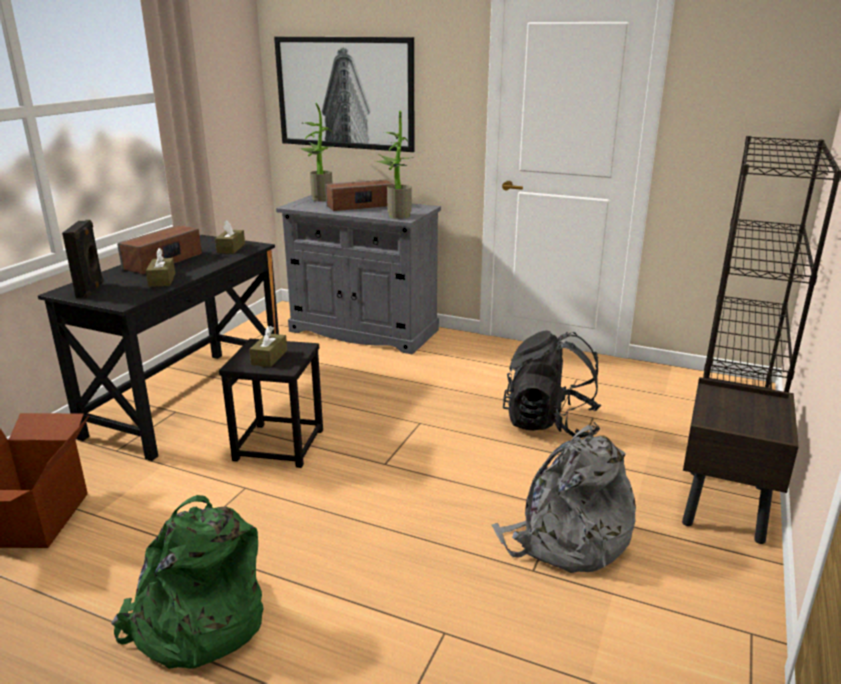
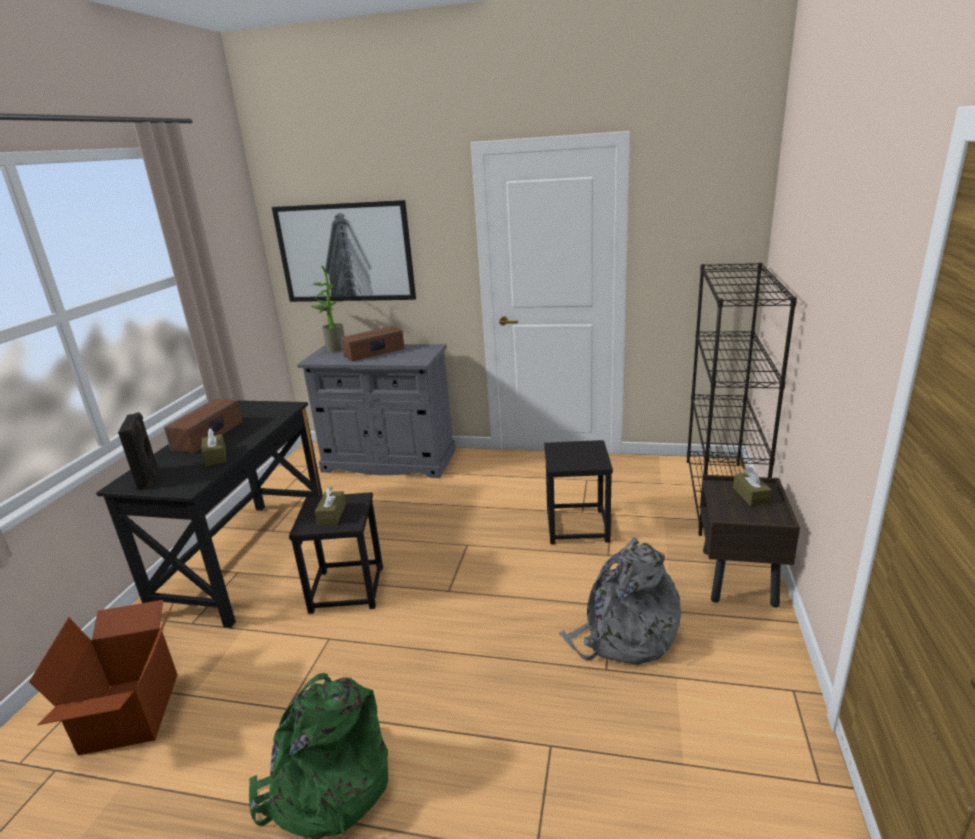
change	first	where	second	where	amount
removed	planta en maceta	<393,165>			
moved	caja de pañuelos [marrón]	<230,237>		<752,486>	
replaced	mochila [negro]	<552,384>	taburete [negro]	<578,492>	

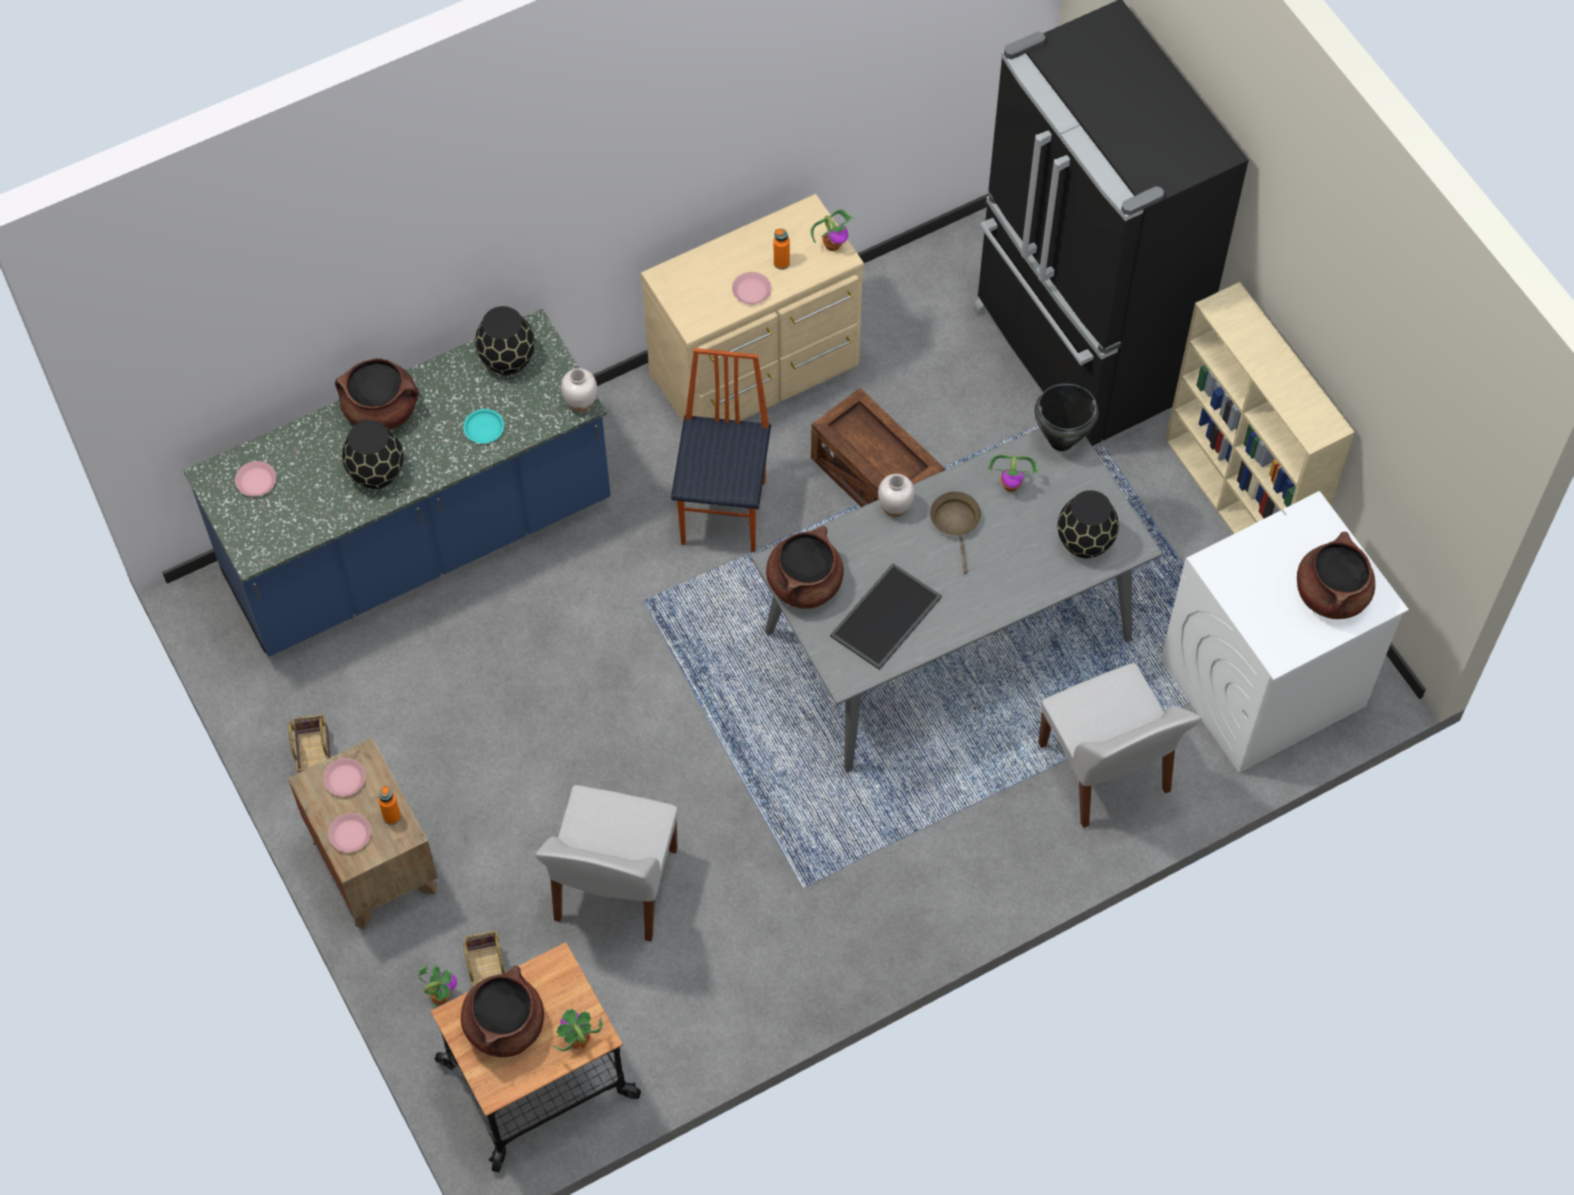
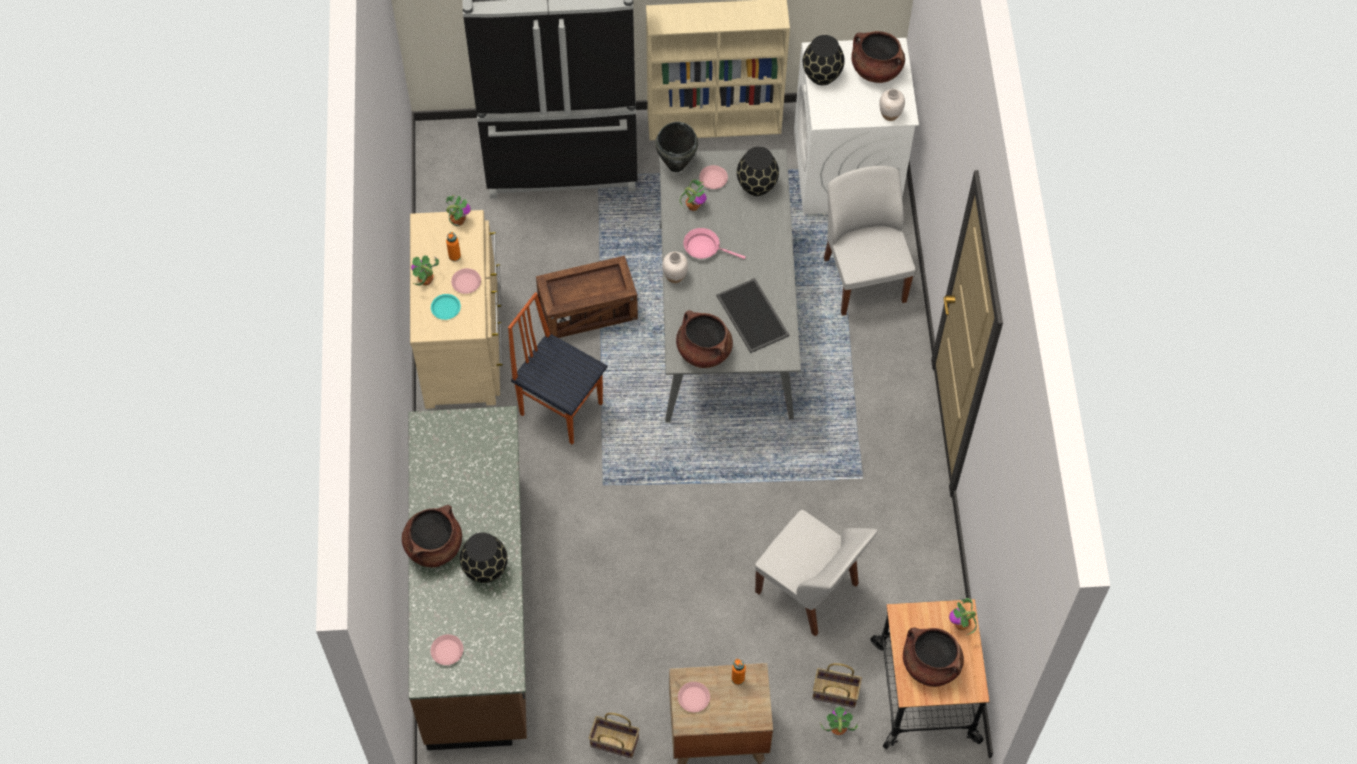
change	first	where	second	where	amount
added			planta en maceta	<425,270>	
moved	plato [rosa]	<349,833>		<713,177>	
moved	plato [turquesa]	<483,426>		<446,307>	
moved	florero [negro]	<505,340>		<824,60>	
moved	florero [blanco]	<579,390>		<892,105>	
recoloured	mueble bajo de cocina [azul]	<397,483>	mueble bajo de cocina [marrón]	<468,578>	
recoloured	sartén [marrón]	<955,532>	sartén [rosa]	<714,243>	
turned	silla [blanco]	<1119,745>		<870,241>	105 degrees counterclockwise

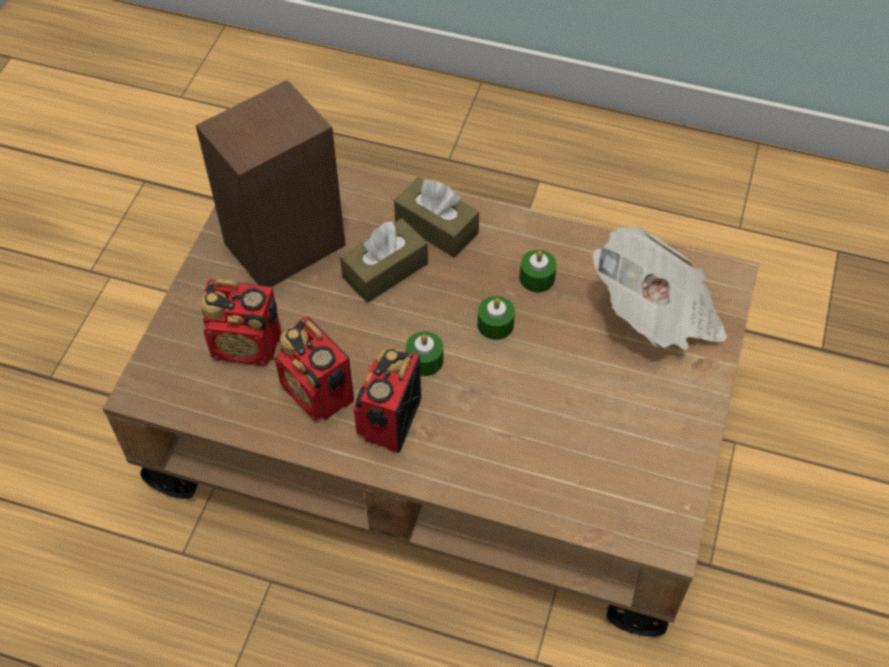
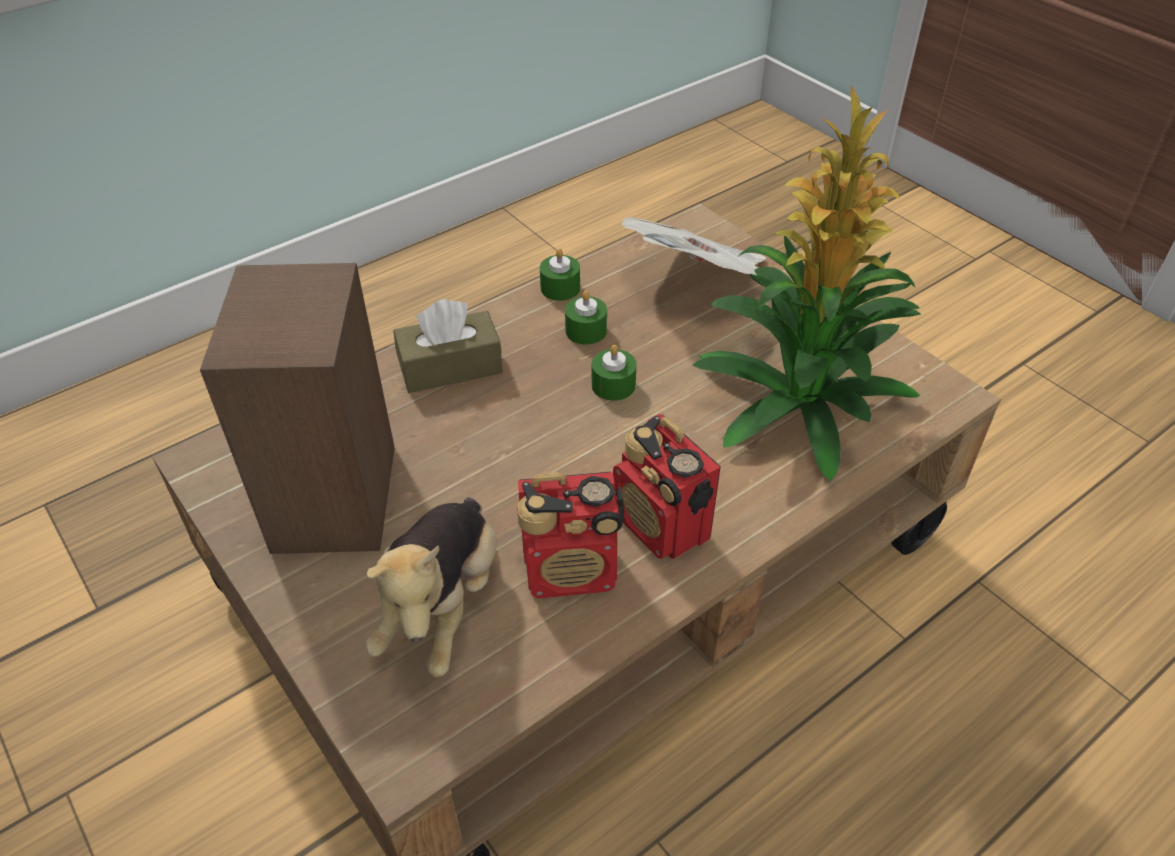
change	first	where	second	where	amount
removed	caja de pañuelos [marrón]	<384,260>			
added			planta en maceta	<807,283>	
moved	vela [verde]	<424,353>		<560,274>	
replaced	radio	<240,322>	peluche	<431,588>	

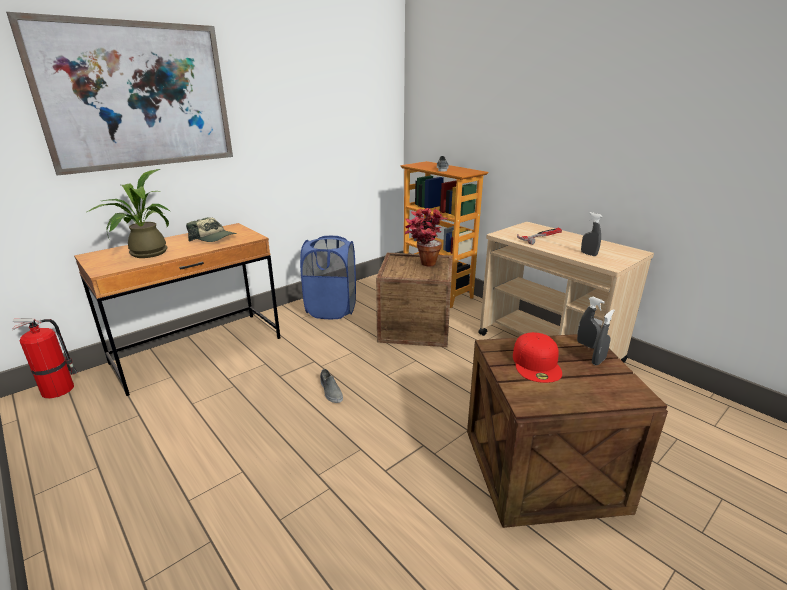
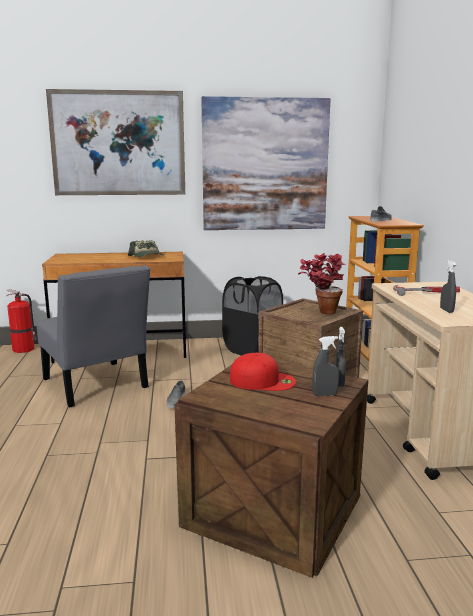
change	first	where	second	where	amount
removed	planta en maceta	<128,213>			
added			silla [gris]	<93,336>	
added			cuadro	<266,163>	
recoloured	cesto de la ropa [azul]	<328,277>	cesto de la ropa [negro]	<252,316>	
turned	gorra [rojo]	<537,357>		<263,372>	120 degrees counterclockwise

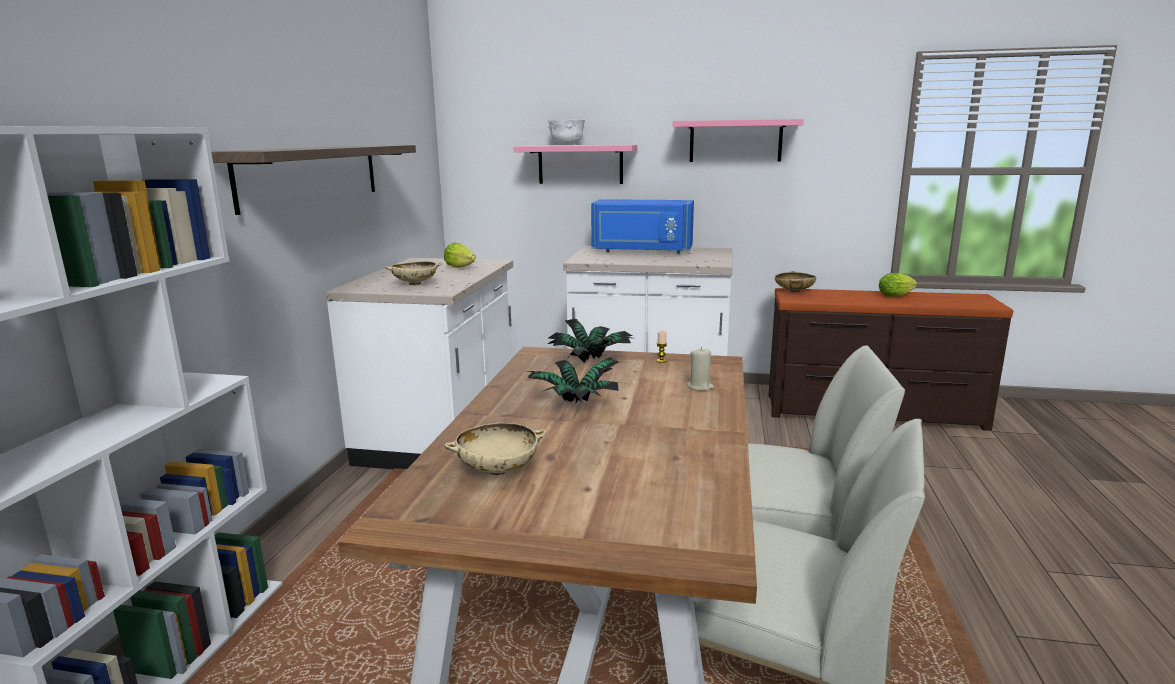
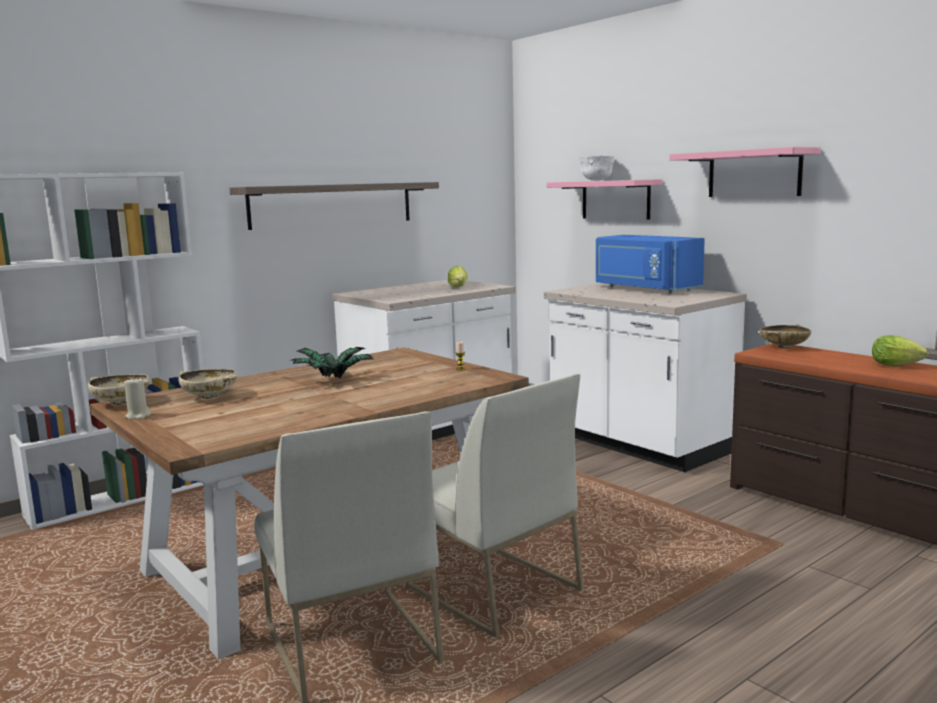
change	first	where	second	where	amount
removed	planta en maceta	<589,341>			
moved	cuenco [beis]	<413,273>		<119,389>	
moved	vela [beis]	<700,369>		<137,398>	

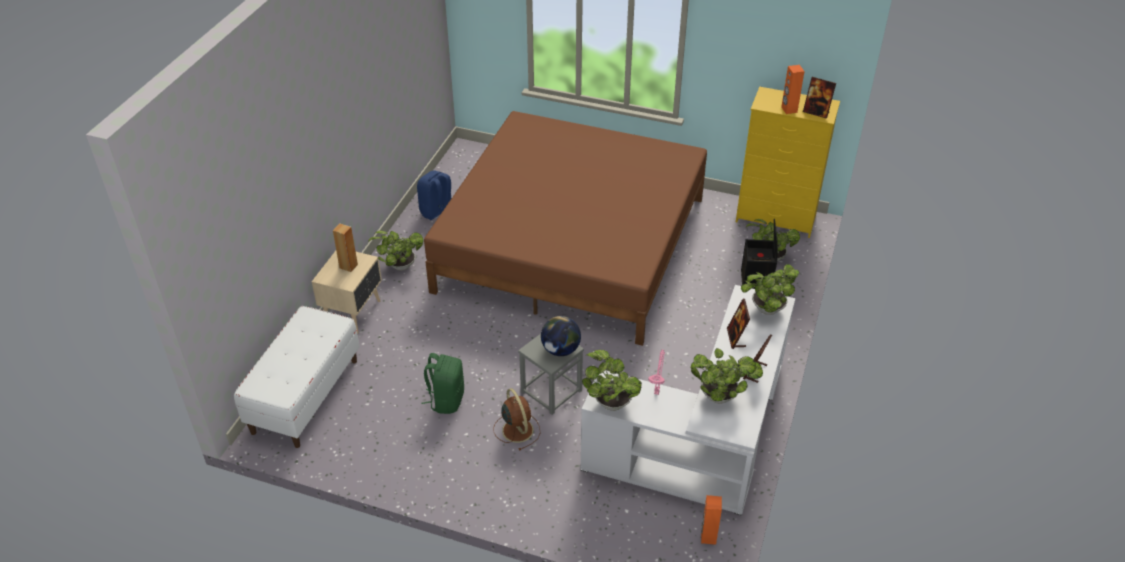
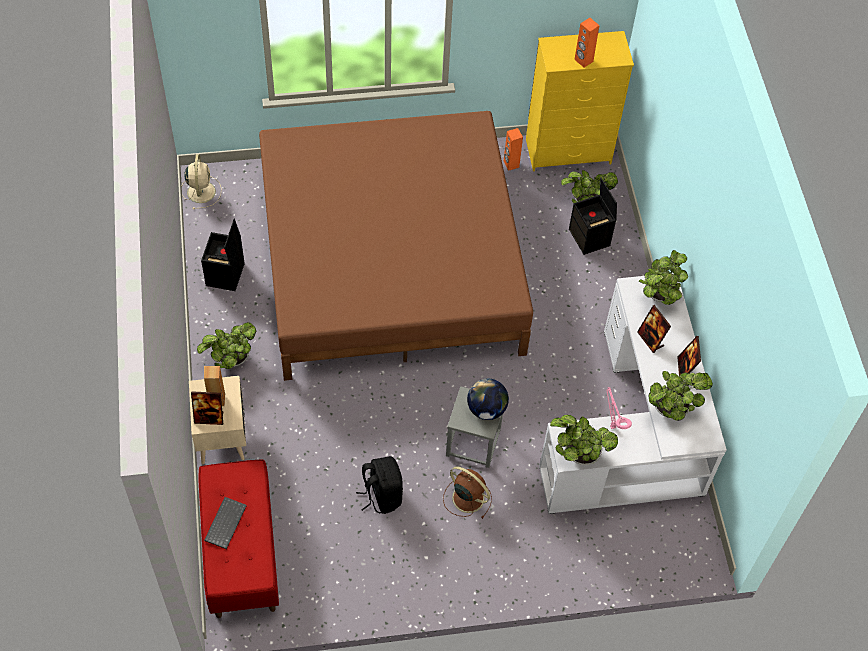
change	first	where	second	where	amount
added			ventilador [beis]	<201,181>	
added			teclado	<225,523>	
moved	altavoz [naranja]	<711,520>		<513,149>	
moved	portarretratos	<819,98>		<207,408>	
replaced	mochila [azul]	<434,195>	caja de almacenaje [negro]	<223,255>	
recoloured	banco [blanco]	<297,377>	banco [rojo]	<238,538>	
recoloured	mochila [verde]	<442,383>	mochila [negro]	<379,485>	

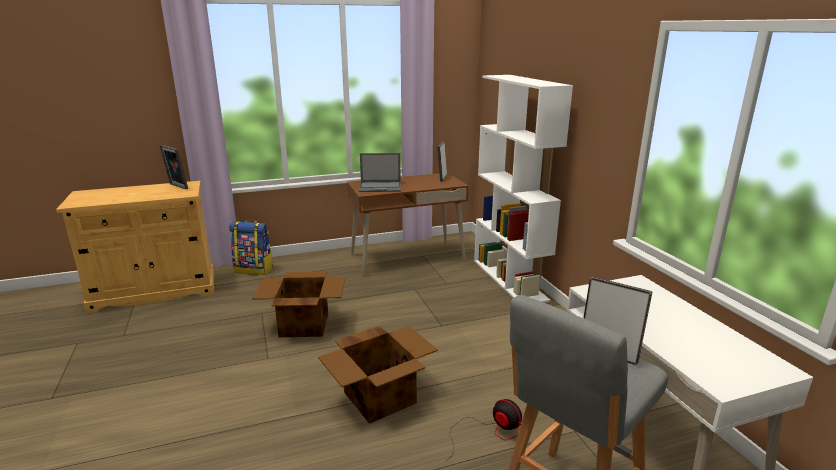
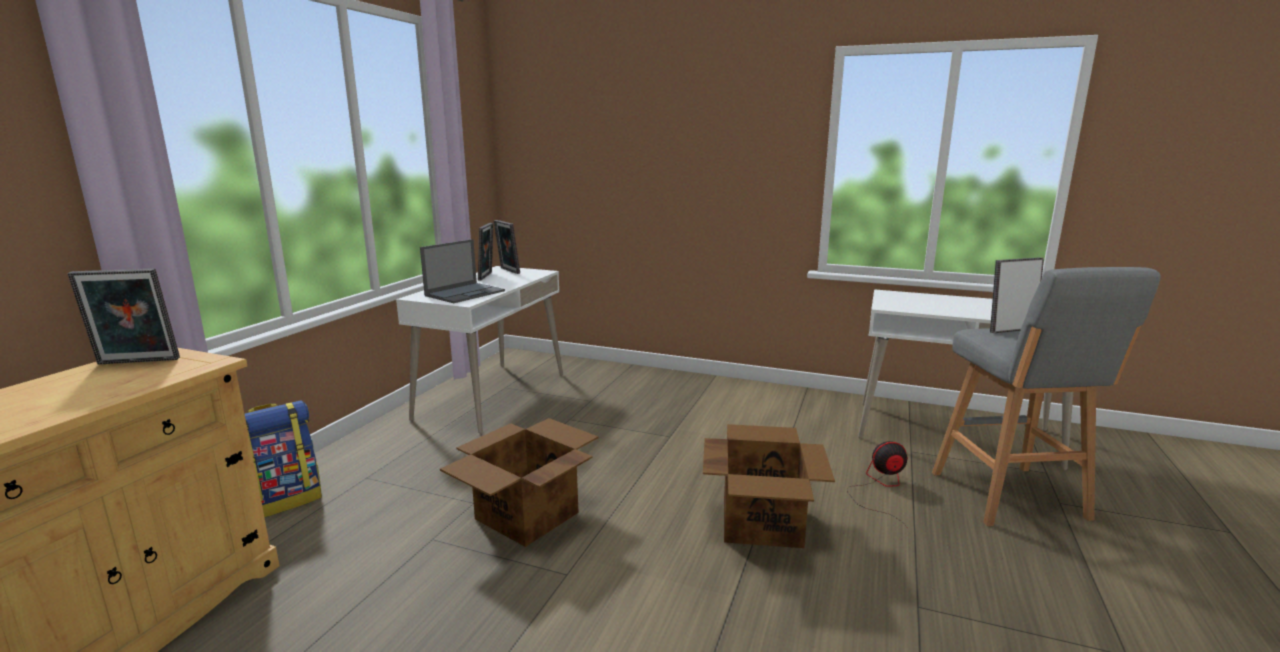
change	first	where	second	where	amount
removed	estantería [blanco]	<523,189>			
added			portarretratos	<485,252>	
recoloured	escritorio [marrón]	<407,224>	escritorio [blanco]	<479,350>	

